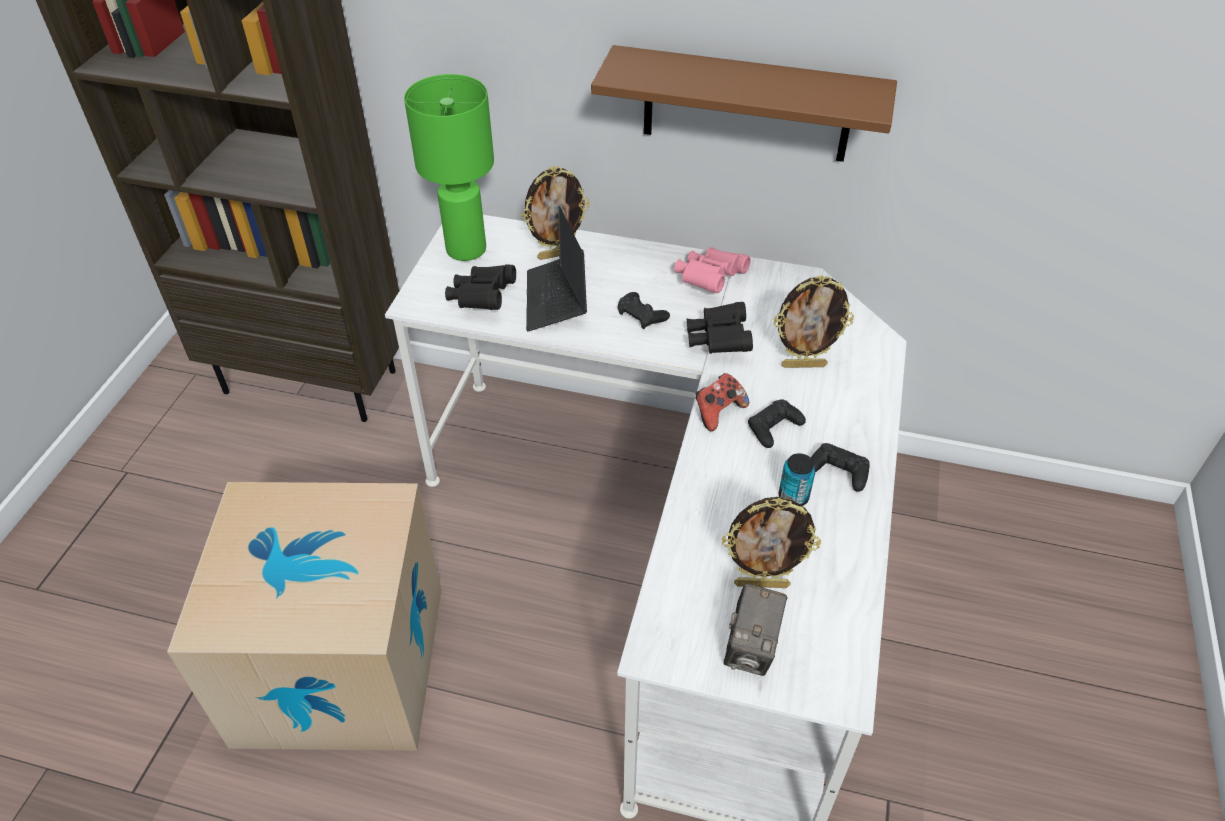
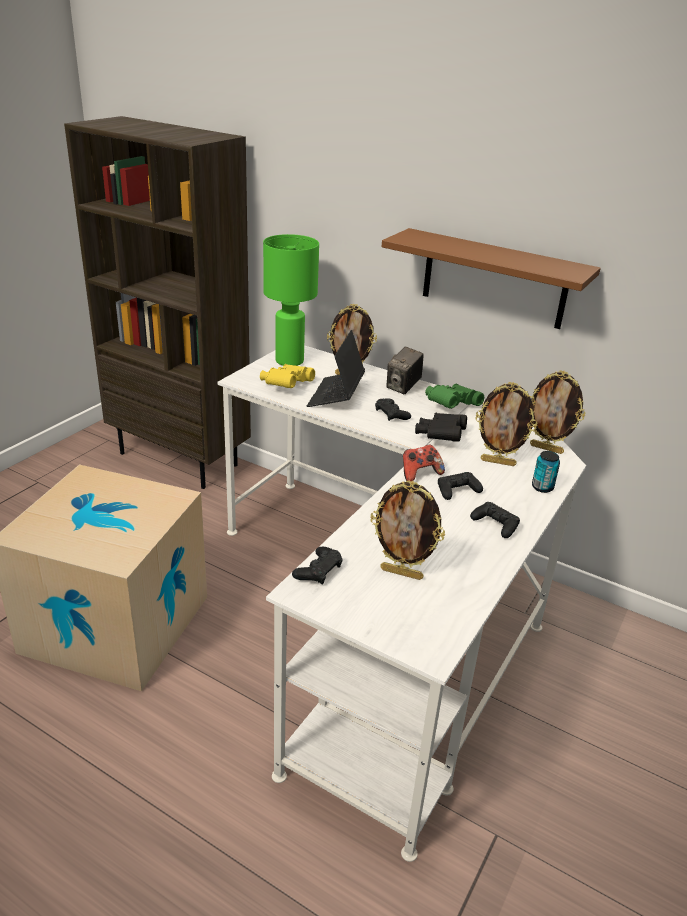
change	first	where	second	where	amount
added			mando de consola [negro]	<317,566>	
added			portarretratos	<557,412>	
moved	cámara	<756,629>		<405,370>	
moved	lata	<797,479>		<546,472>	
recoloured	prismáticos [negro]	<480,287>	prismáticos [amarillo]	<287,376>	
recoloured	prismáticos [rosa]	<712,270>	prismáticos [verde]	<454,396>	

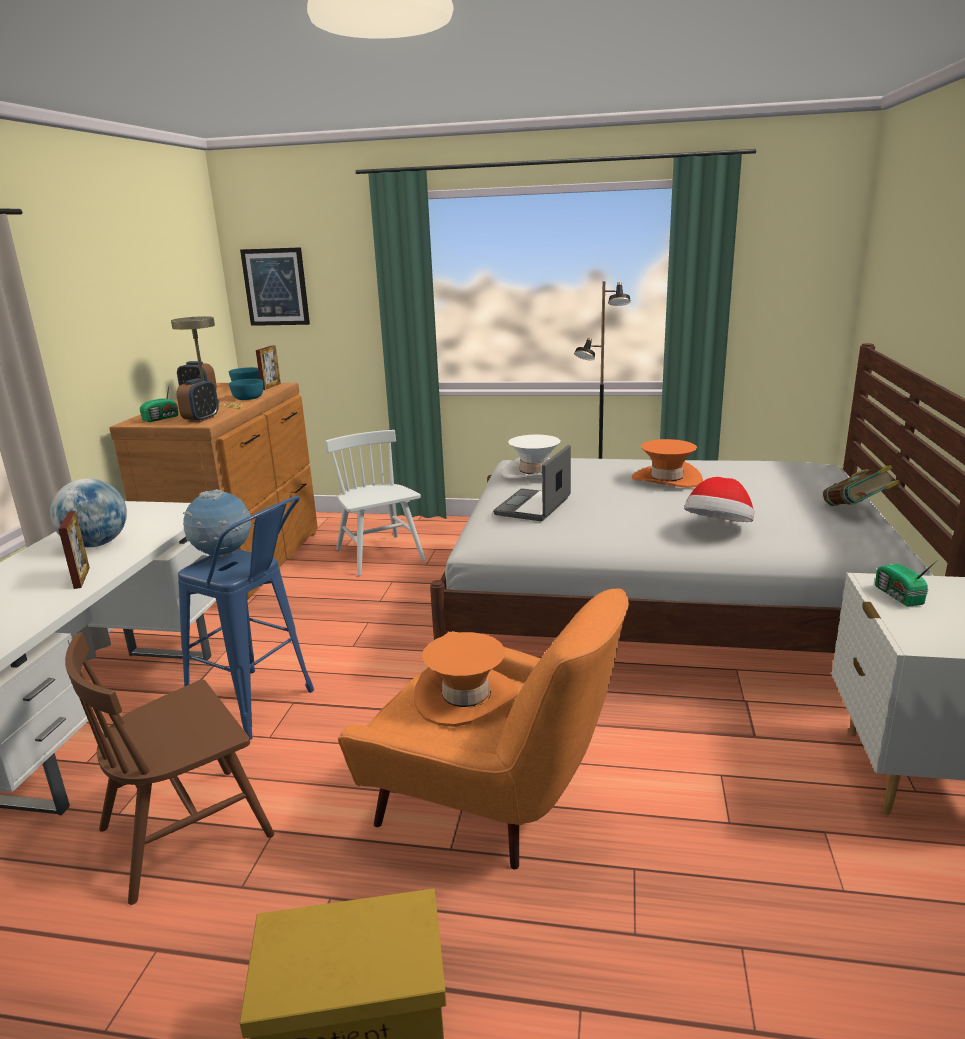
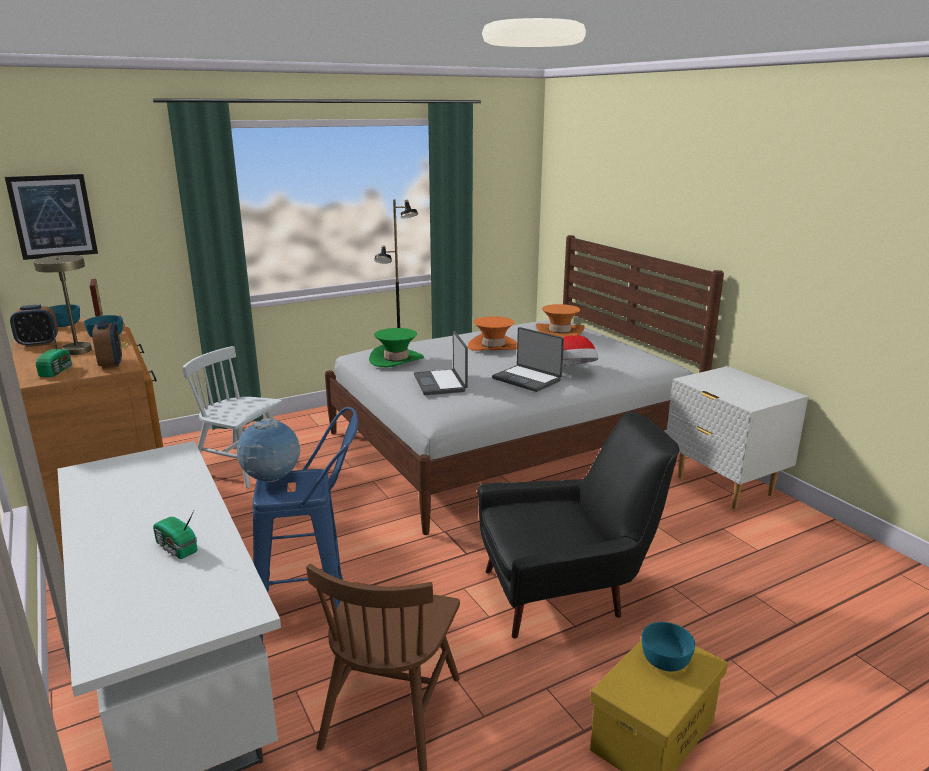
change	first	where	second	where	amount
removed	globo terráqueo	<88,513>			
removed	portarretratos	<74,550>			
removed	libro	<861,485>			
added			portátil	<528,359>	
added			cuenco [turquesa]	<668,646>	
moved	sombrero [naranja]	<465,679>		<560,321>	
moved	radio	<906,583>		<175,535>	
recoloured	sillón [naranja]	<483,728>	sillón [negro]	<578,525>	
recoloured	sombrero [blanco]	<531,456>	sombrero [verde]	<396,347>	

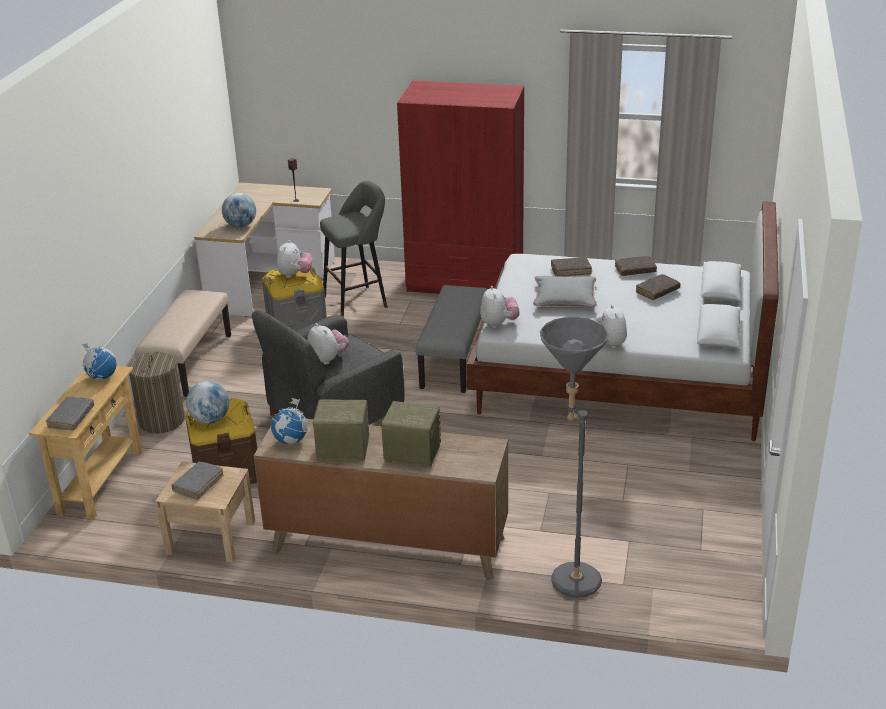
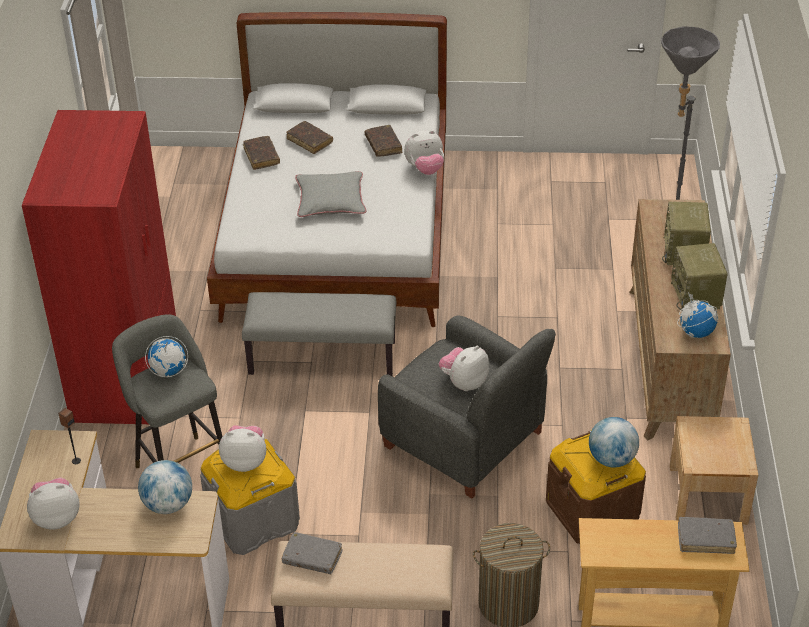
change	first	where	second	where	amount
moved	globo terráqueo	<99,361>		<166,356>	
moved	libro [gris]	<197,481>		<312,553>	
moved	peluche	<500,307>		<53,503>	
moved	libro [marrón]	<571,266>		<383,141>	

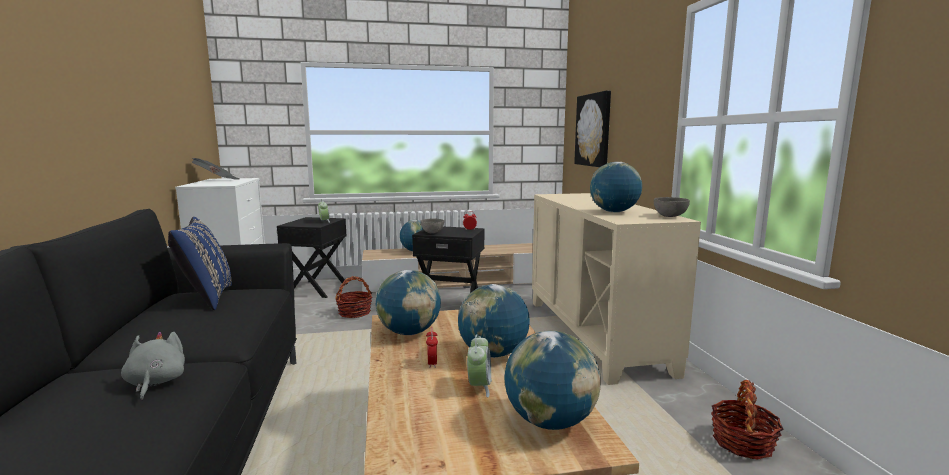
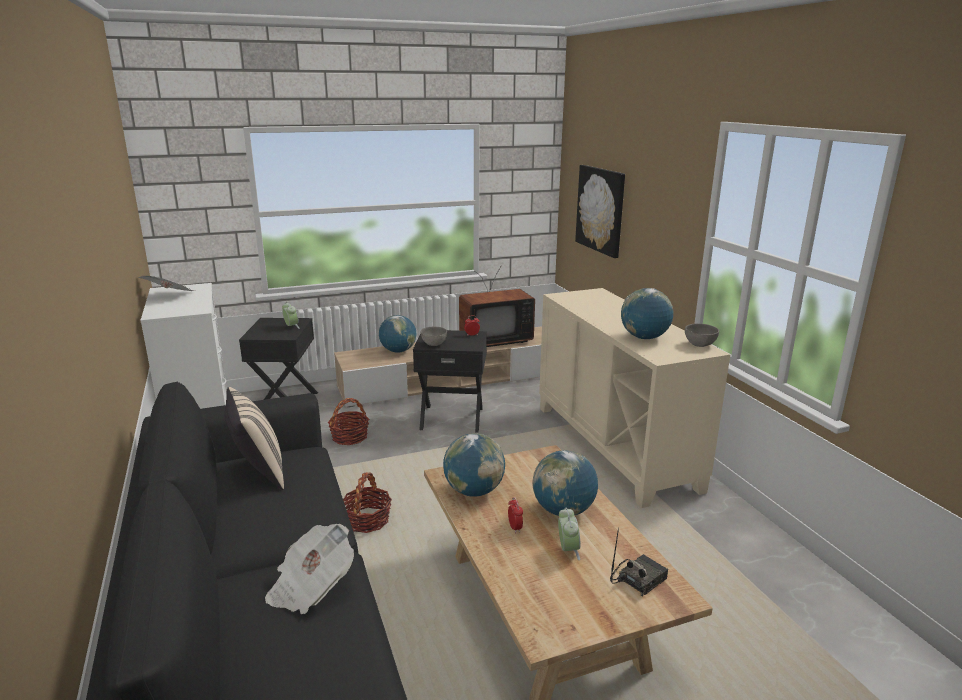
change	first	where	second	where	amount
added			televisor	<497,306>	
moved	cesta	<747,420>		<367,502>	
replaced	peluche [gris]	<153,366>	periódico	<309,569>	
replaced	globo terráqueo	<552,380>	radio	<639,562>	
recoloured	cojín [azul]	<200,263>	cojín [beis]	<254,438>	

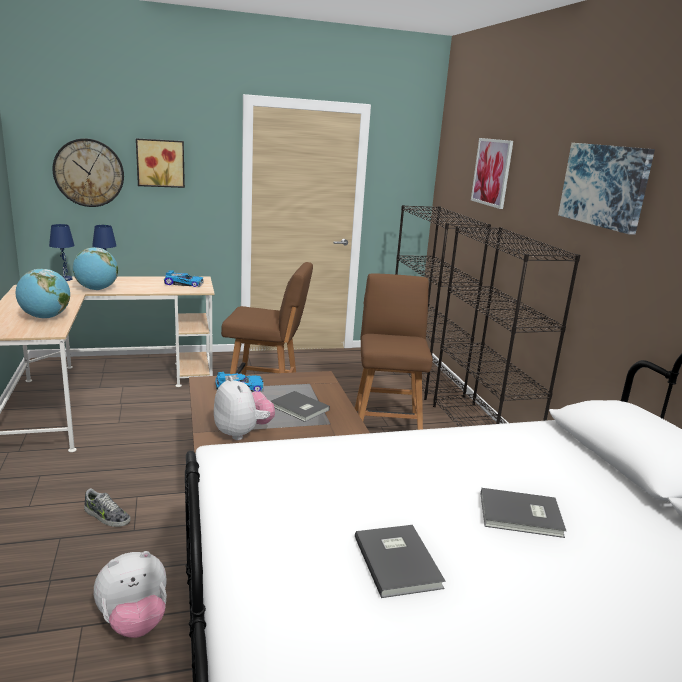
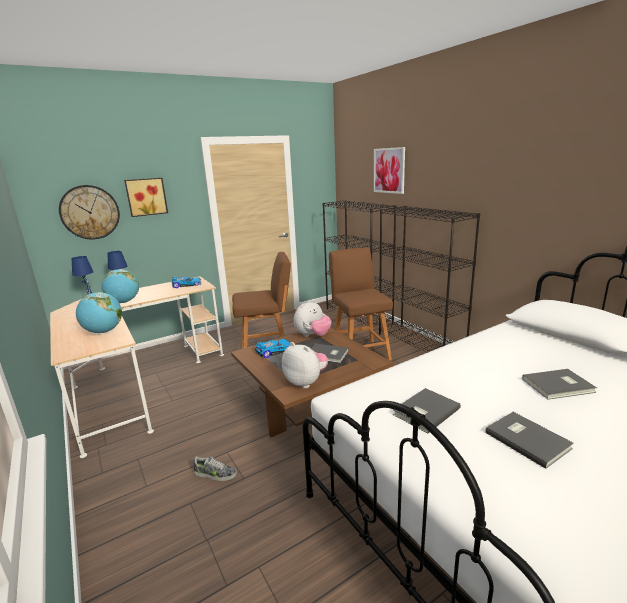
change	first	where	second	where	amount
removed	cuadro	<606,189>			
added			libro [gris]	<427,411>	
moved	peluche	<130,594>		<313,318>	

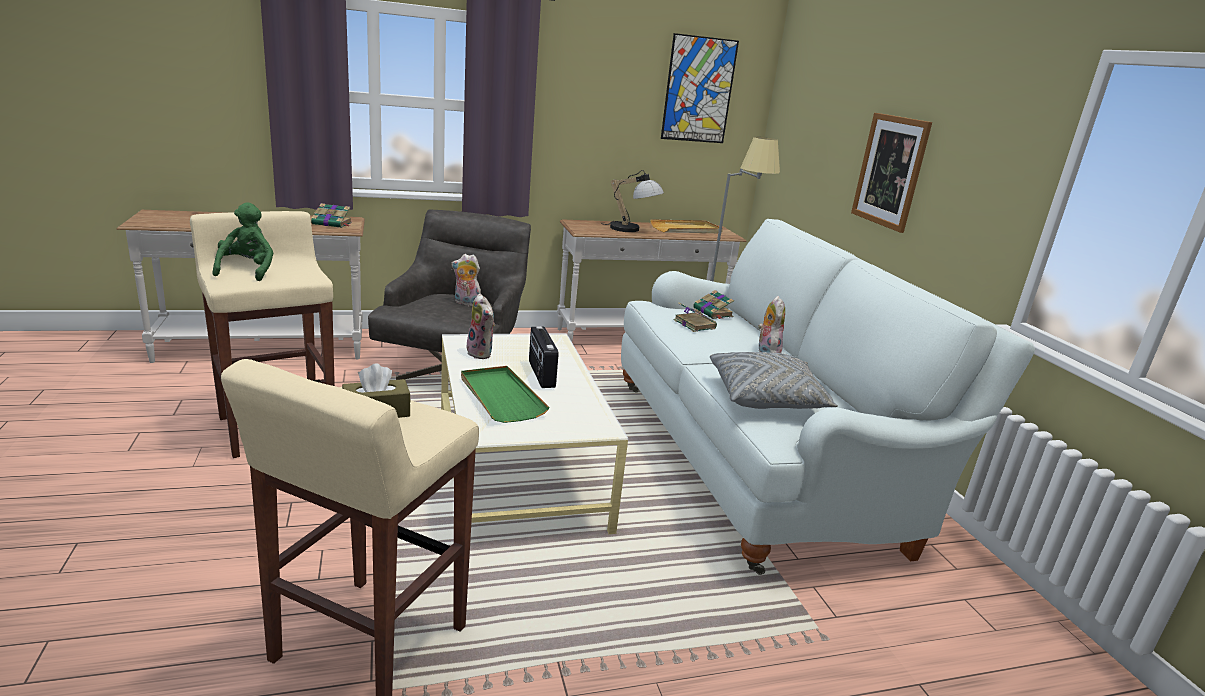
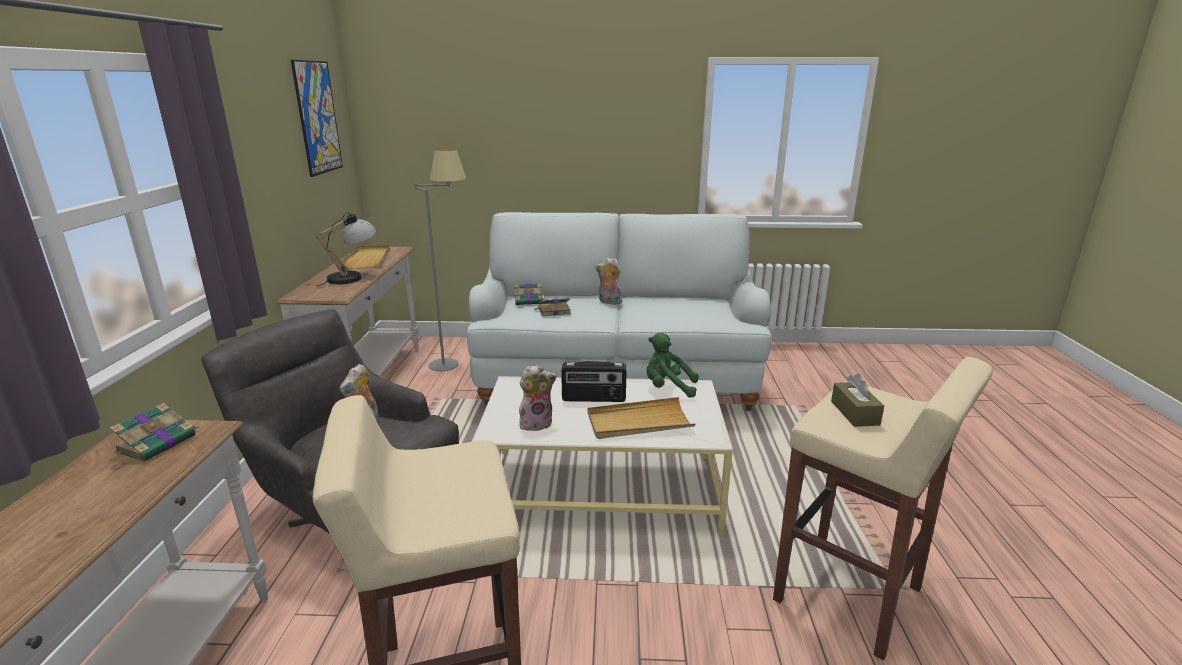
change	first	where	second	where	amount
removed	cojín [gris]	<774,380>			
removed	cuadro	<891,173>			
moved	peluche [verde]	<243,241>		<672,365>	
recoloured	bandeja [verde]	<505,394>	bandeja [beis]	<642,418>	

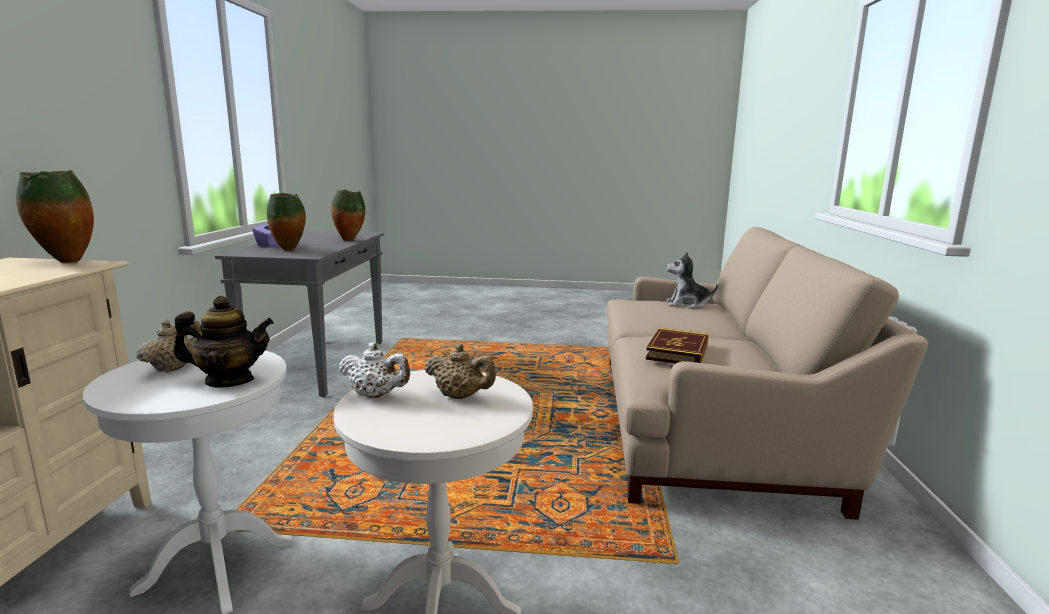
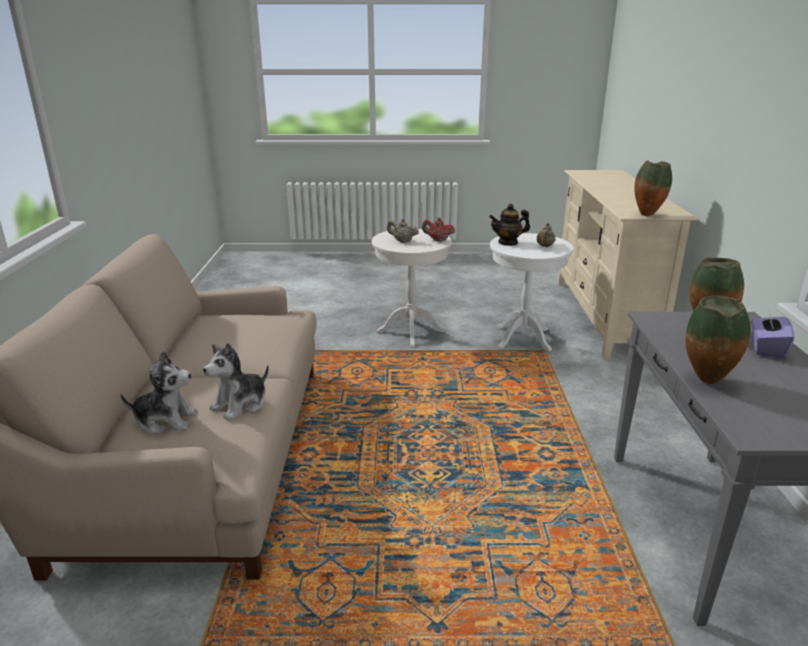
change	first	where	second	where	amount
removed	libro	<677,346>			
added			peluche	<236,382>	
recoloured	tetera [blanco]	<374,370>	tetera [rojo]	<438,230>	

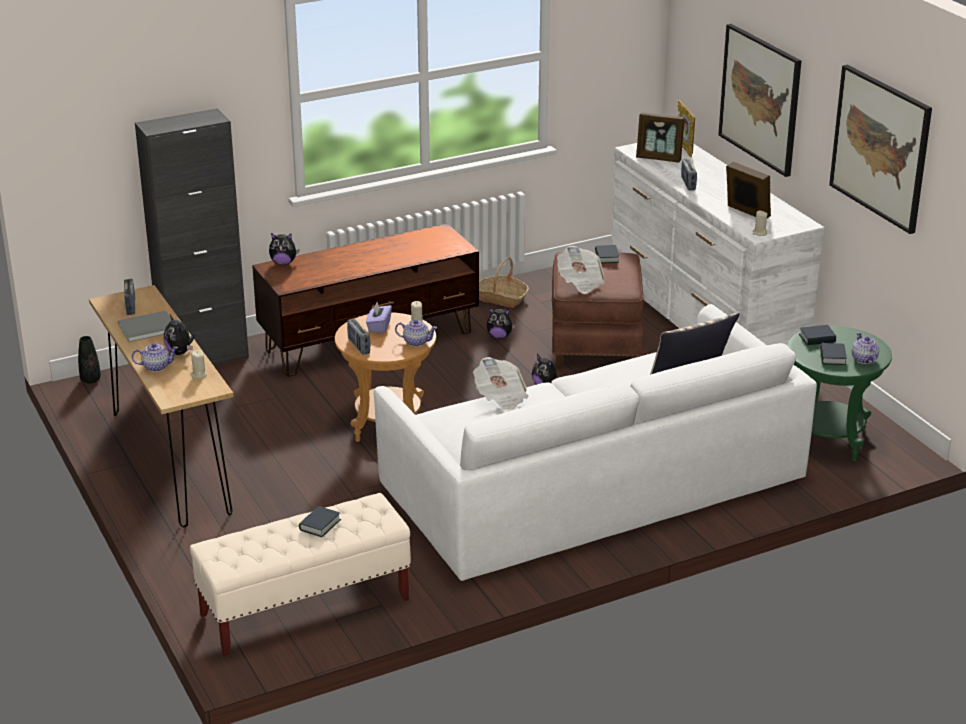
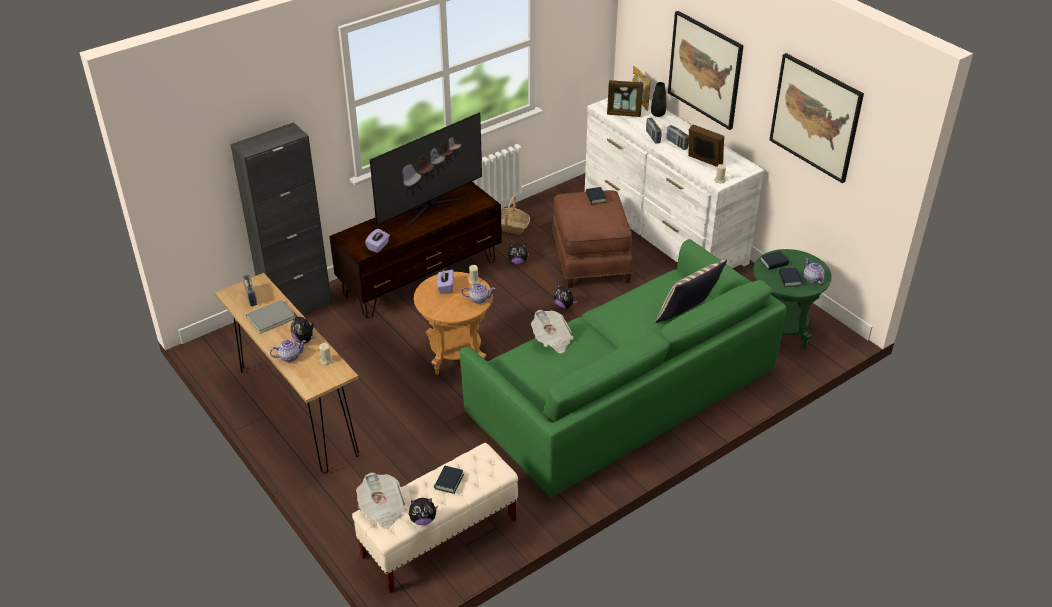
change	first	where	second	where	amount
added			caja de pañuelos [morado]	<377,241>	
added			televisor	<426,169>	
moved	florero [negro]	<89,359>		<658,99>	
moved	peluche	<284,249>		<423,511>	
moved	radio	<358,336>		<677,137>	
moved	periódico	<581,270>		<381,500>	
recoloured	sofá [blanco]	<595,442>	sofá [verde]	<623,368>	

